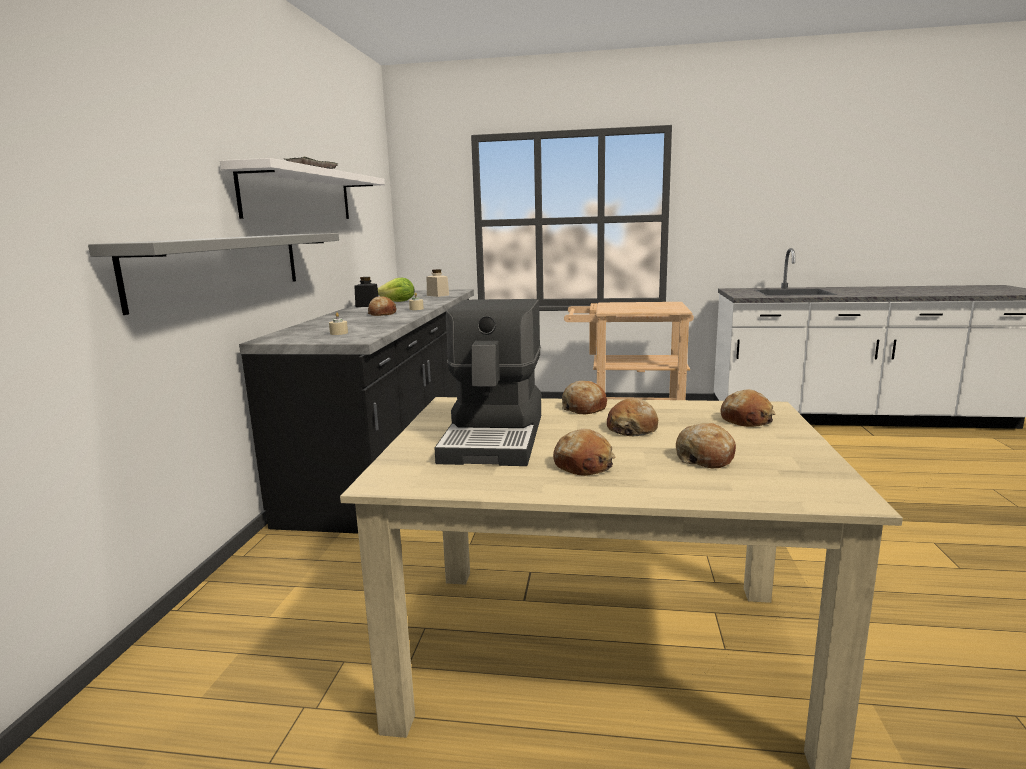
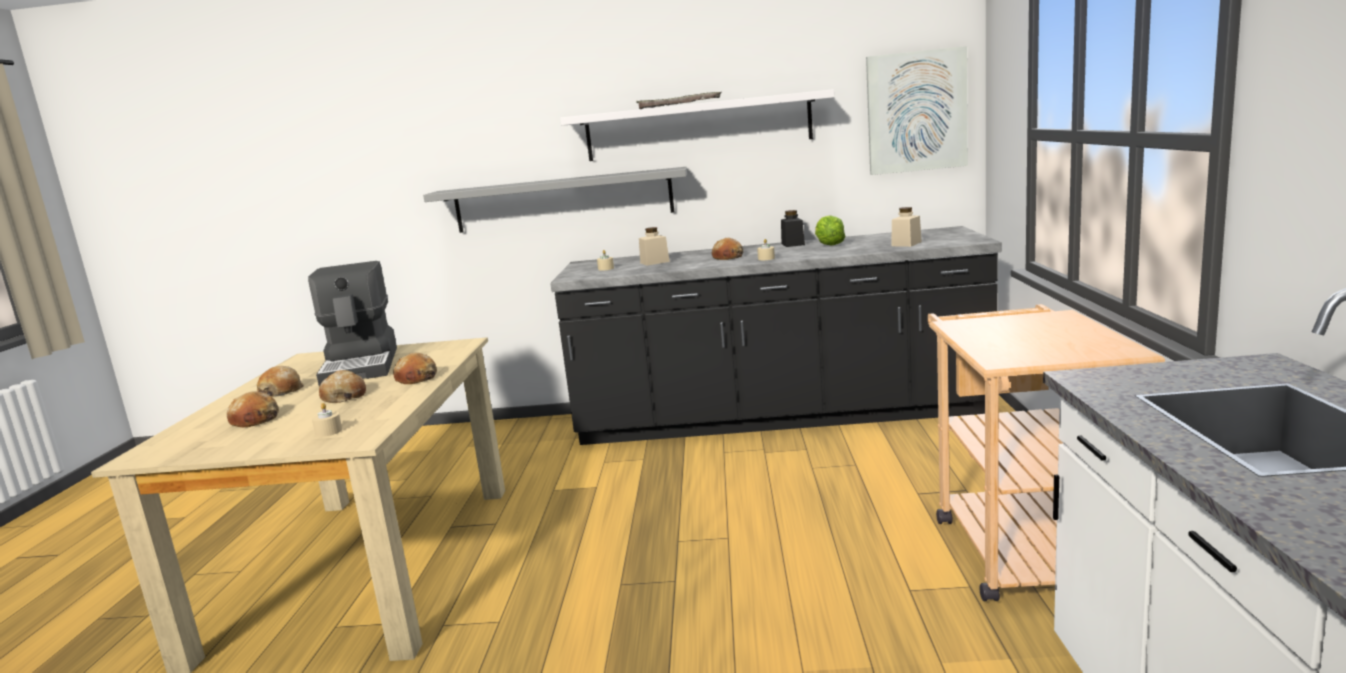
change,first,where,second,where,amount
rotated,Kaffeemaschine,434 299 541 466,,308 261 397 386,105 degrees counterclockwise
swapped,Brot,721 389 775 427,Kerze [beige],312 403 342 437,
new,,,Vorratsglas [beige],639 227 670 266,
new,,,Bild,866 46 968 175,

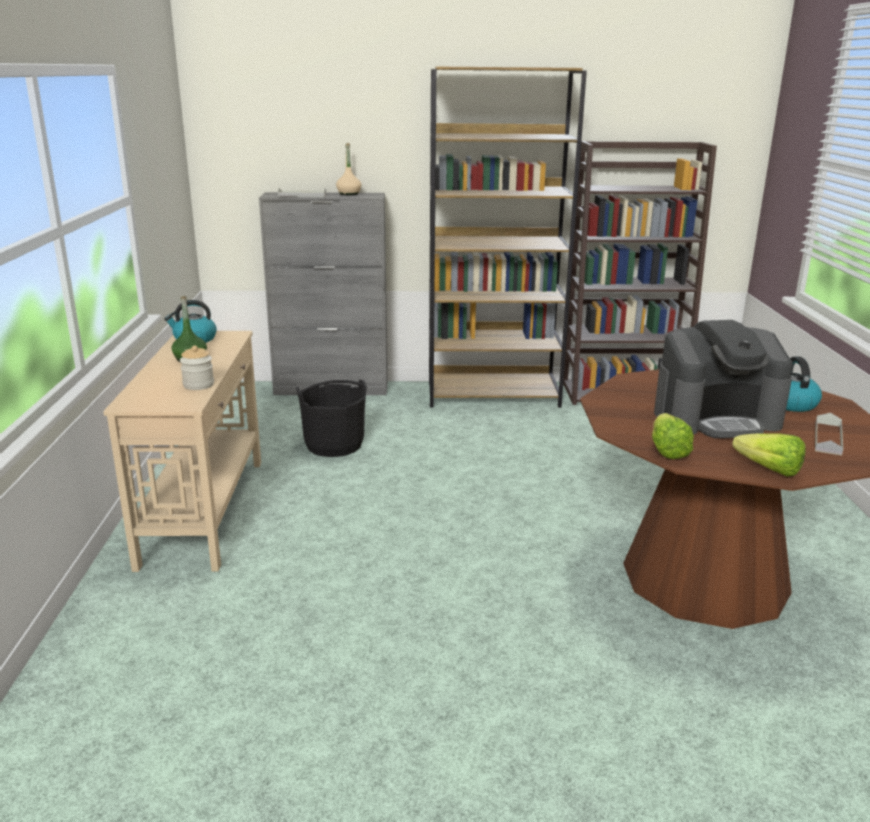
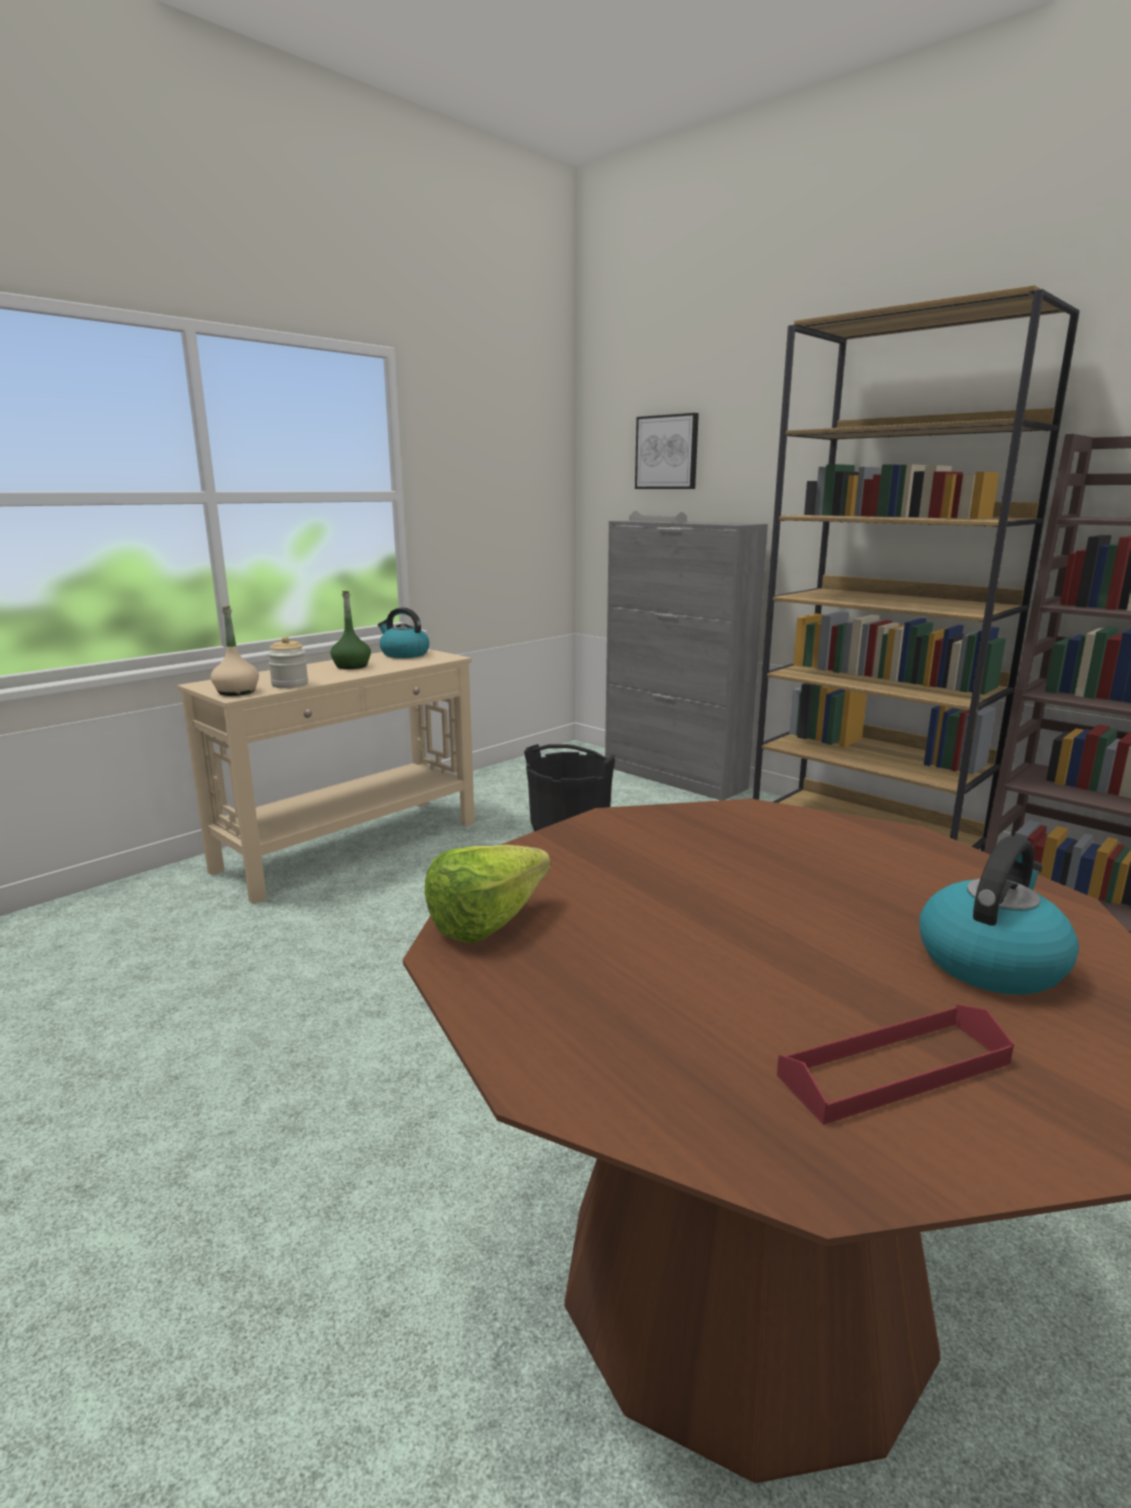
change,first,where,second,where,amount
shifted,Flasche [beige],336 143 362 195,,211 606 259 696,
gone,Kaffeemaschine,654 320 793 438,,,
gone,Salatkopf,732 433 805 477,,,
repainted,Tablett [grau],815 413 844 456,Tablett [rot],777 1004 1014 1125,
new,,,Bild,635 413 699 489,

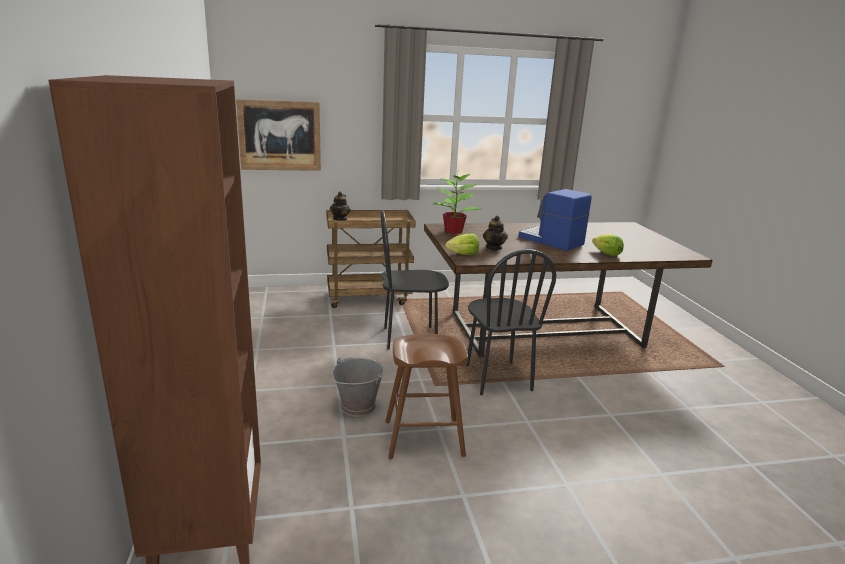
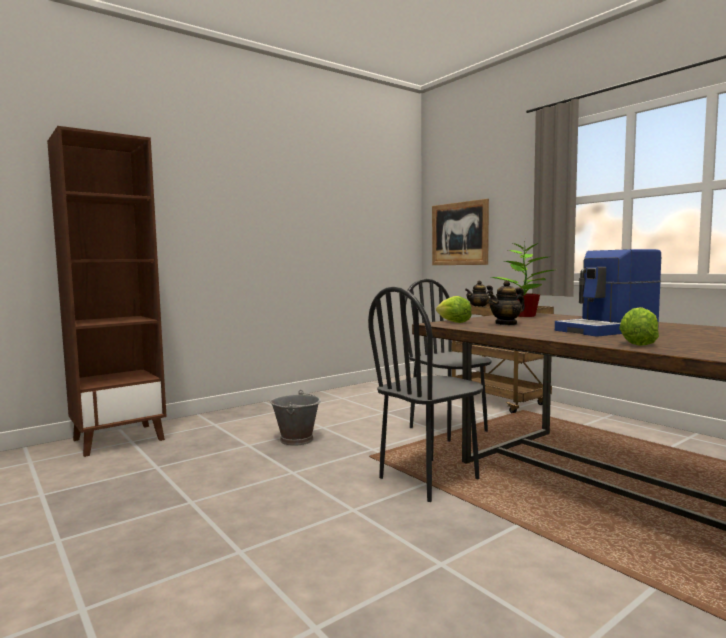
change,first,where,second,where,amount
gone,Hocker [braun],385 334 468 459,,,
rotated,Kaffeemaschine,519 189 591 251,,555 249 661 337,135 degrees counterclockwise

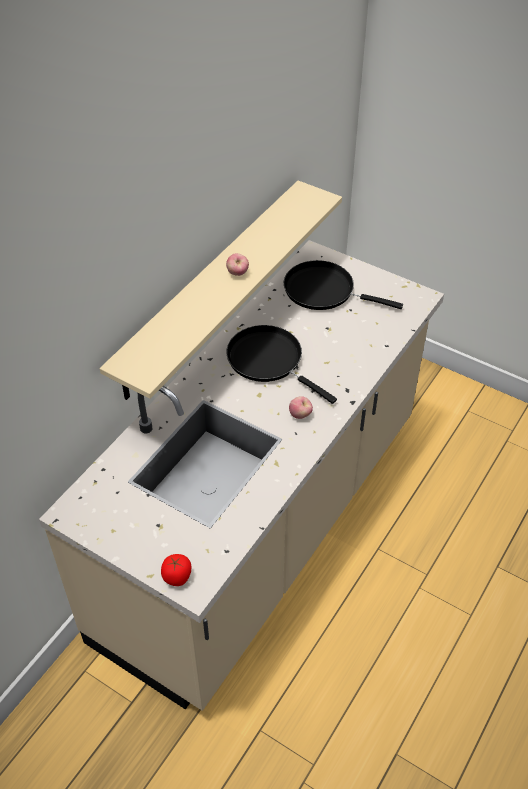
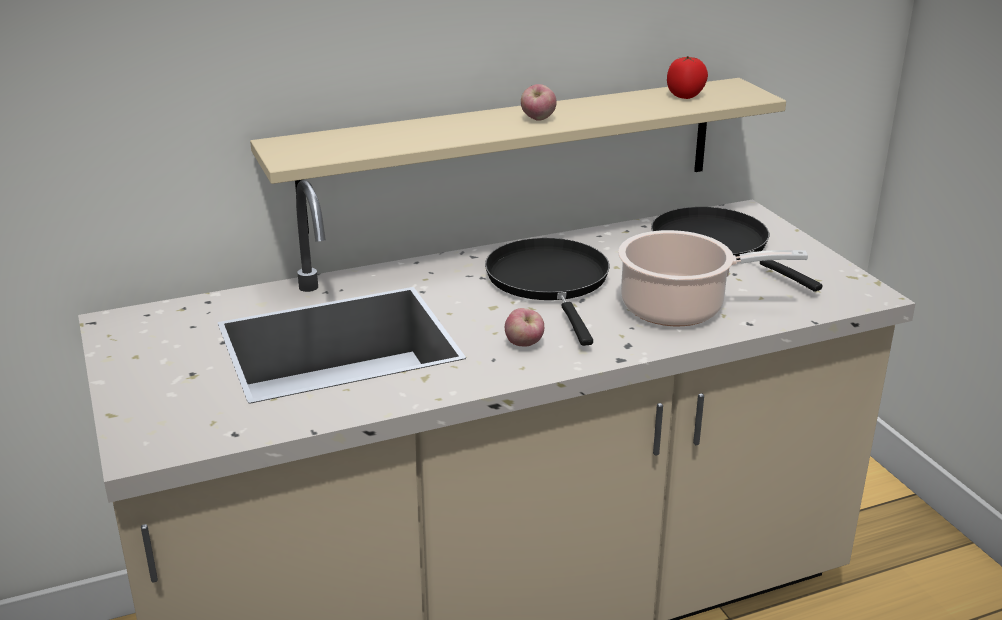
change,first,where,second,where,amount
shifted,Tomate,161 554 192 586,,667 56 708 99,
new,,,Kochtopf,618 230 808 326,

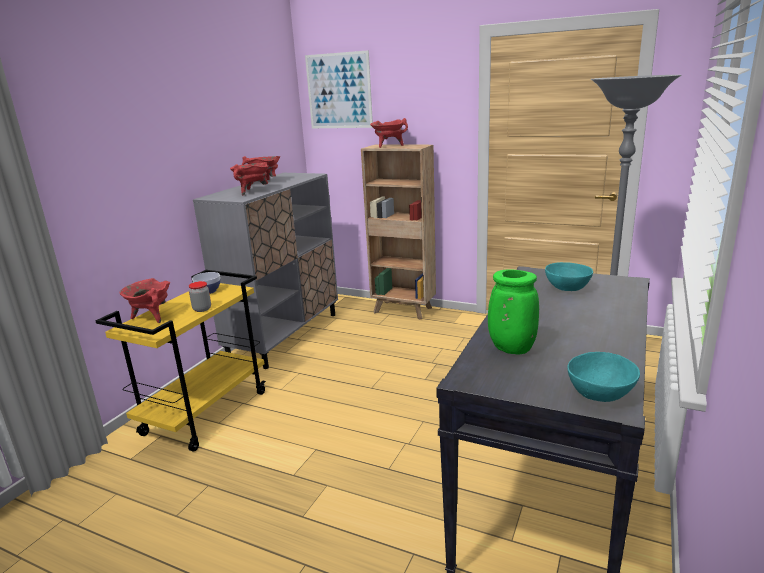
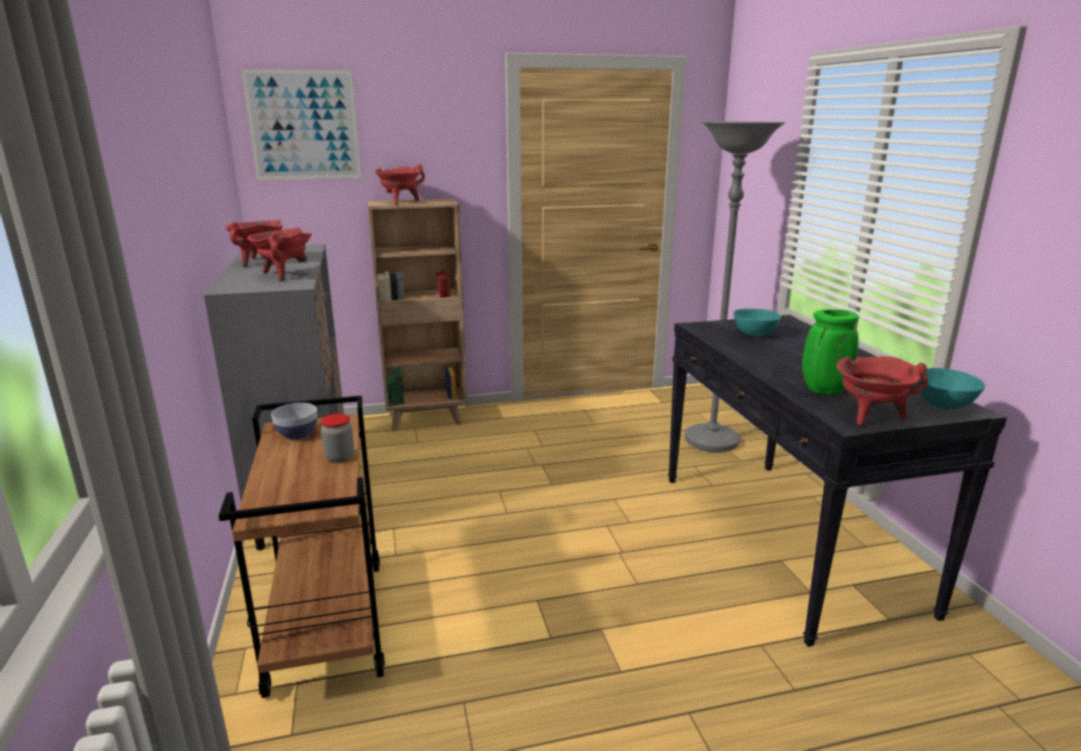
change,first,where,second,where,amount
repainted,Rollwagen [gelb],95 270 266 452,Rollwagen [braun],219 396 385 698,
shifted,Kochtopf [rot],120 278 170 323,,837 357 928 426,

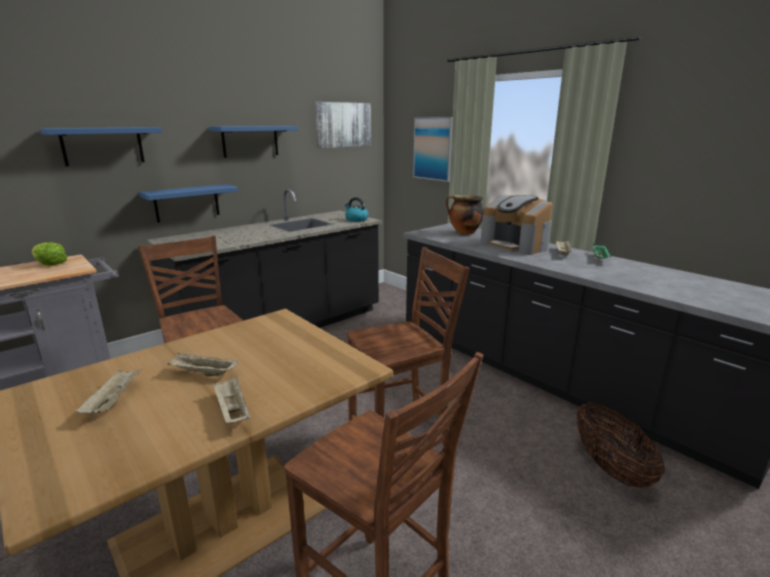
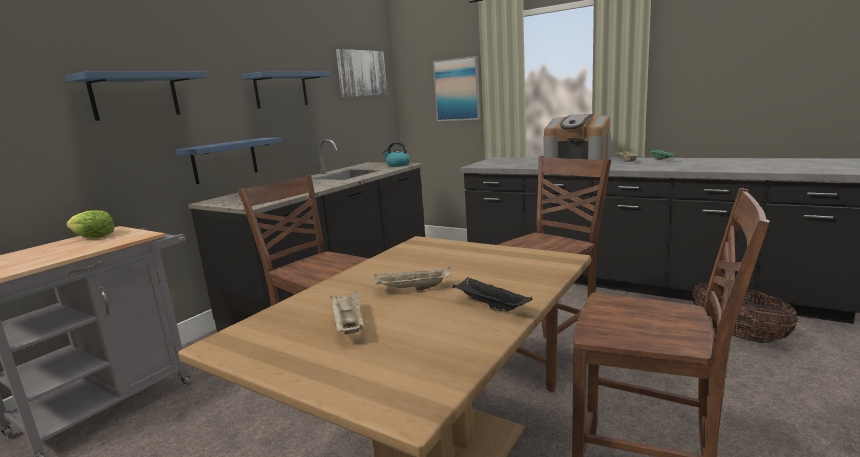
change,first,where,second,where,amount
repainted,Tablett [beige],213 376 250 423,Tablett [schwarz],453 277 532 312,
gone,Kochtopf,446 195 484 234,,,

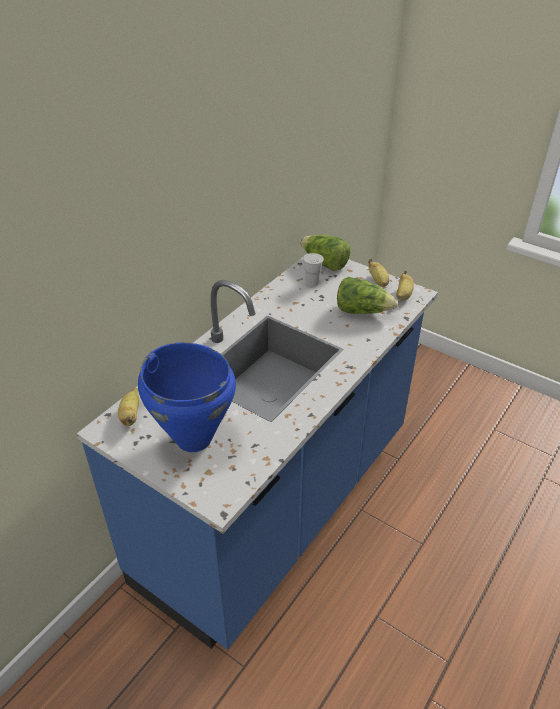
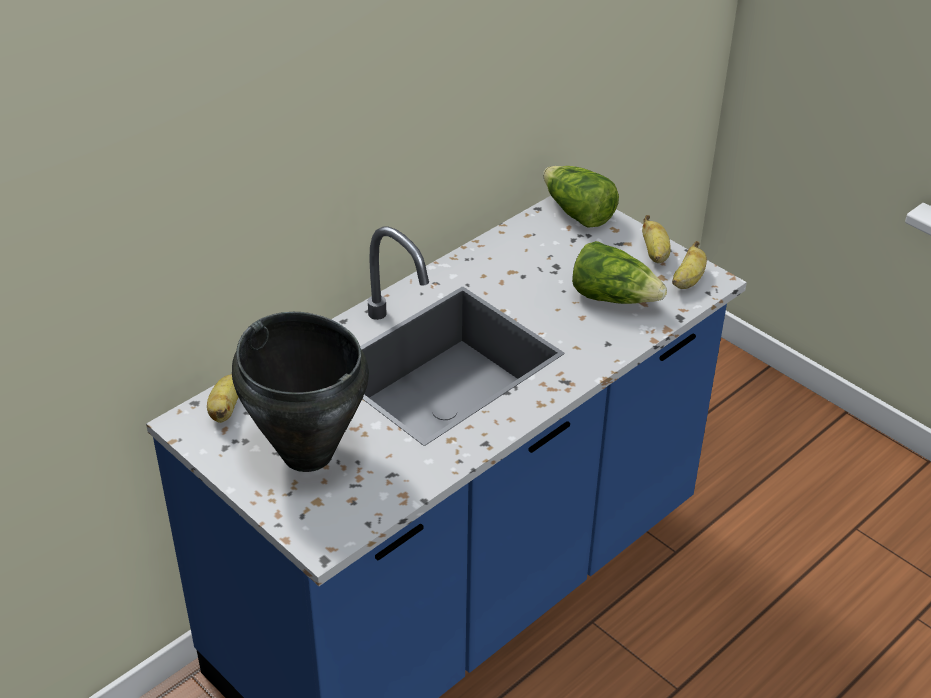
change,first,where,second,where,amount
repainted,Kochtopf [blau],138 342 236 452,Kochtopf [schwarz],232 312 369 472,
gone,Tasse [weiß],303 253 324 287,,,

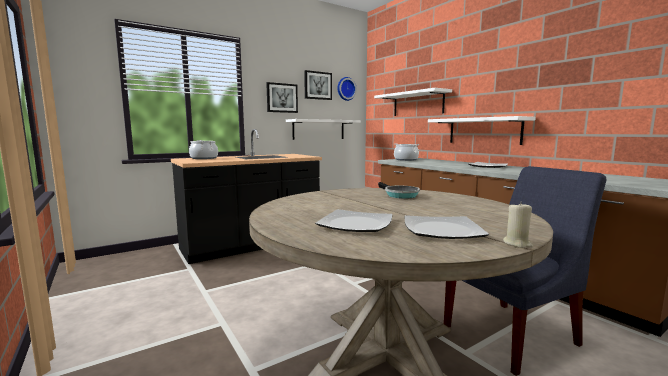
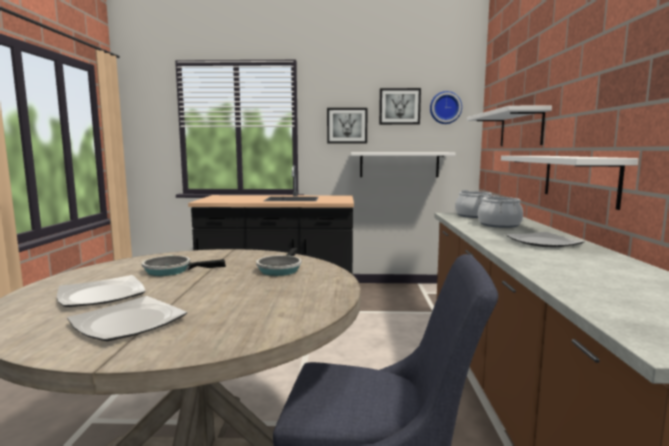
change,first,where,second,where,amount
shifted,Kochtopf,189 140 218 159,,478 195 523 228,
gone,Kerze [beige],503 202 533 248,,,
new,,,Pfanne,142 255 226 276,

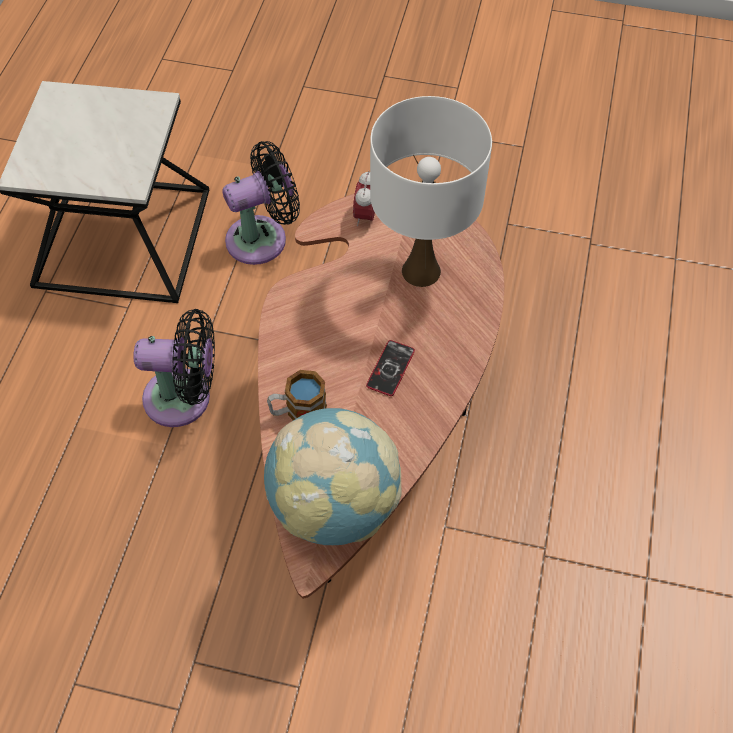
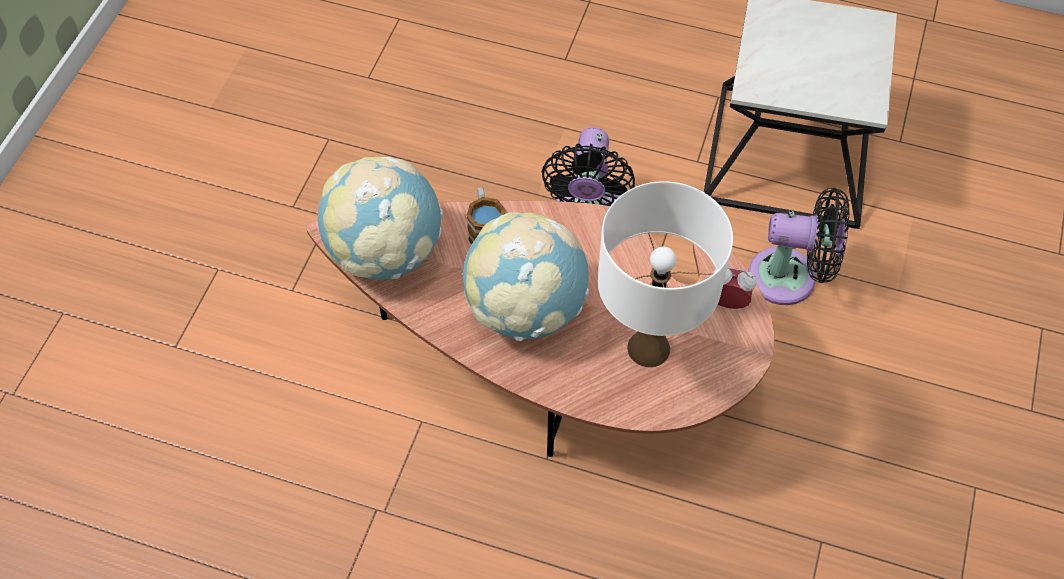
change,first,where,second,where,amount
rotated,Ventilator [schwarz],222 141 300 265,,748 188 849 305,60 degrees counterclockwise
swapped,Handy,366 340 415 396,Globus,463 212 589 341,

